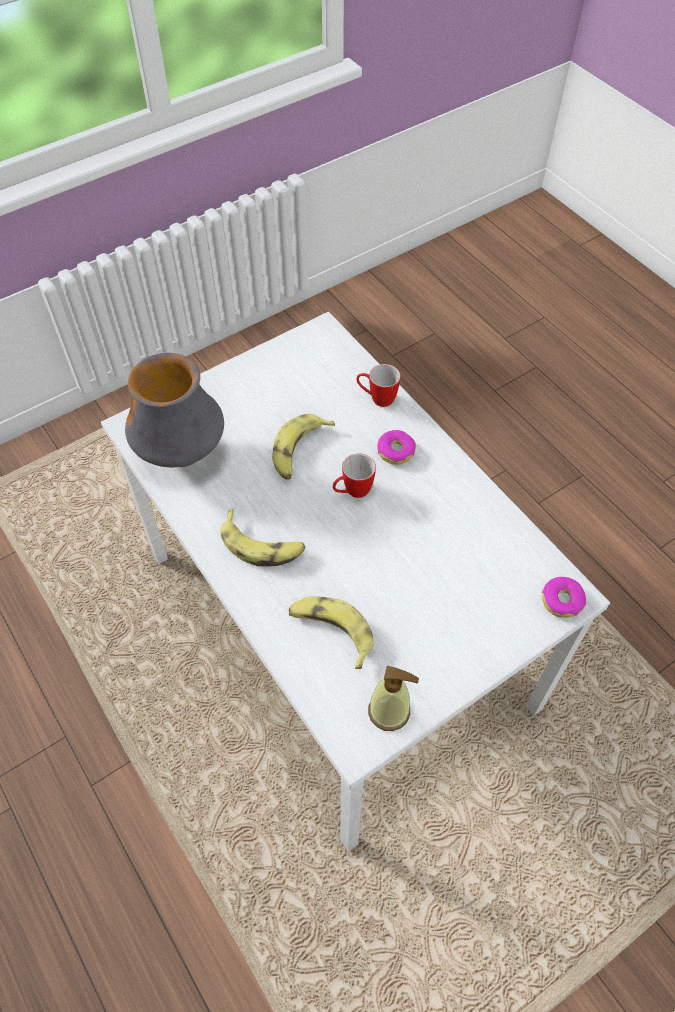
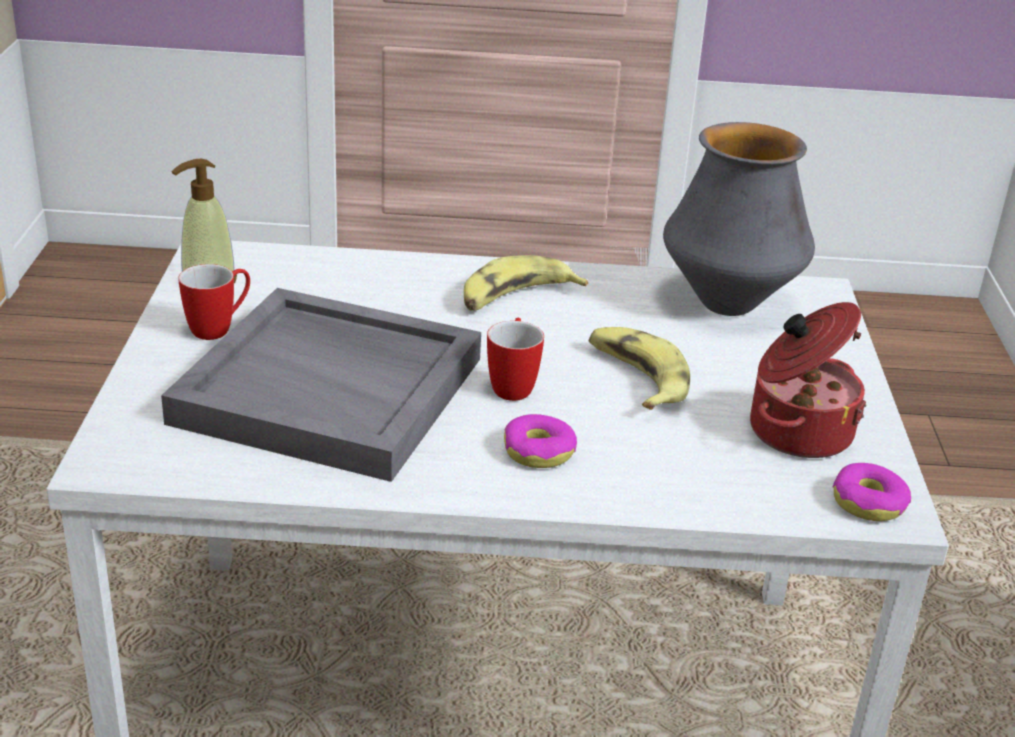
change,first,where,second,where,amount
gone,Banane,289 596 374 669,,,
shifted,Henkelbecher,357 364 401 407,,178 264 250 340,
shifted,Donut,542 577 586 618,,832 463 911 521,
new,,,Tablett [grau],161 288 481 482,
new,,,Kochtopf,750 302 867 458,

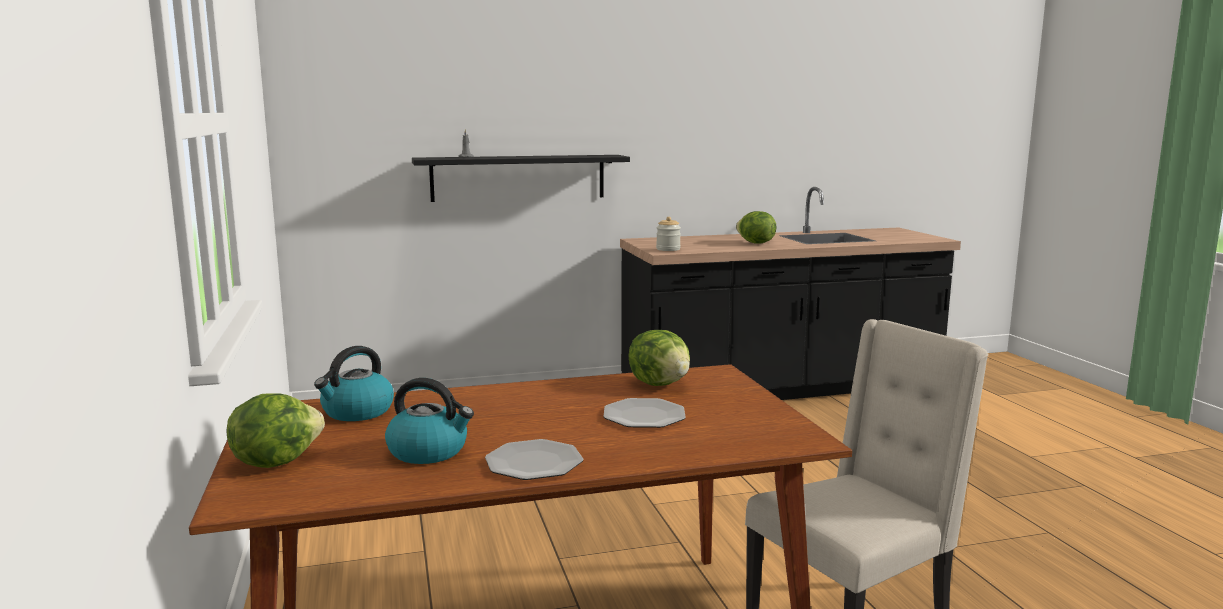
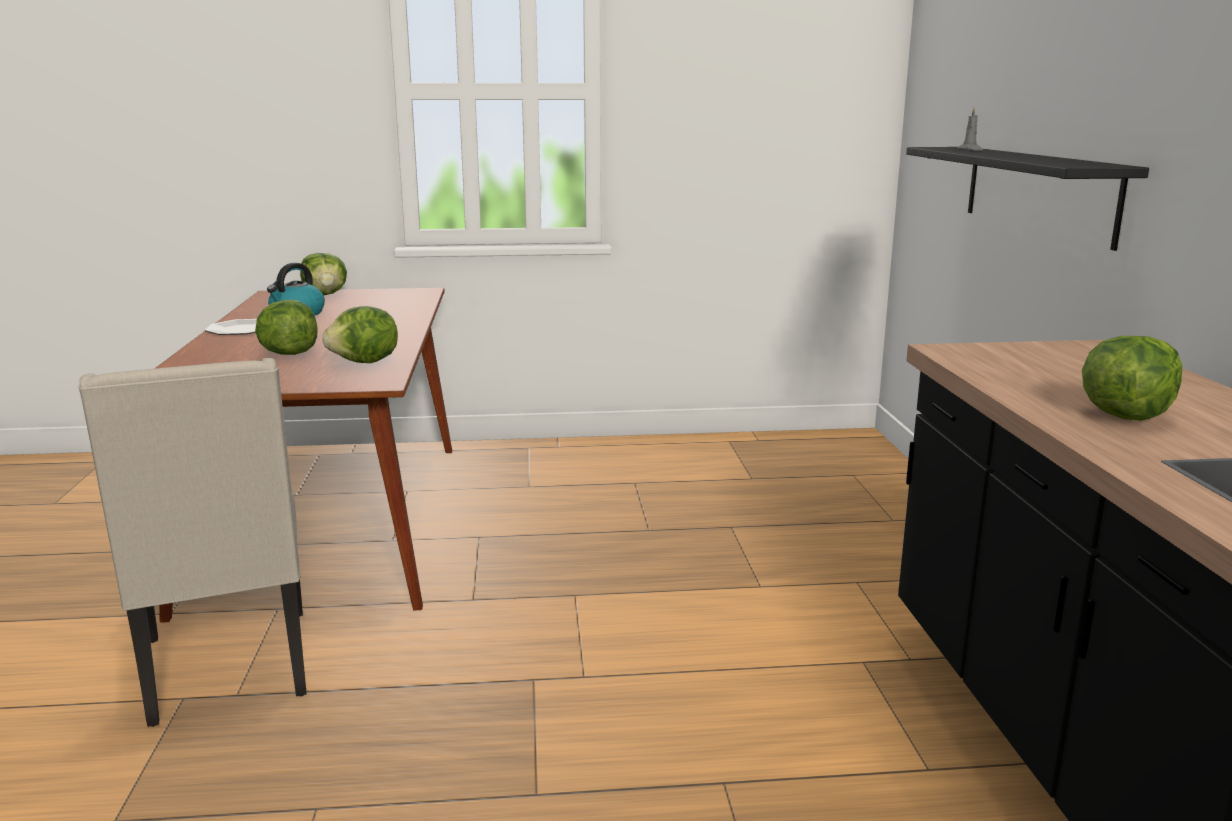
change,first,where,second,where,amount
gone,Wasserkessel,314 346 394 421,,,
swapped,Teller,603 398 686 428,Salatkopf,255 300 318 355,
gone,Vorratsglas,656 217 681 251,,,

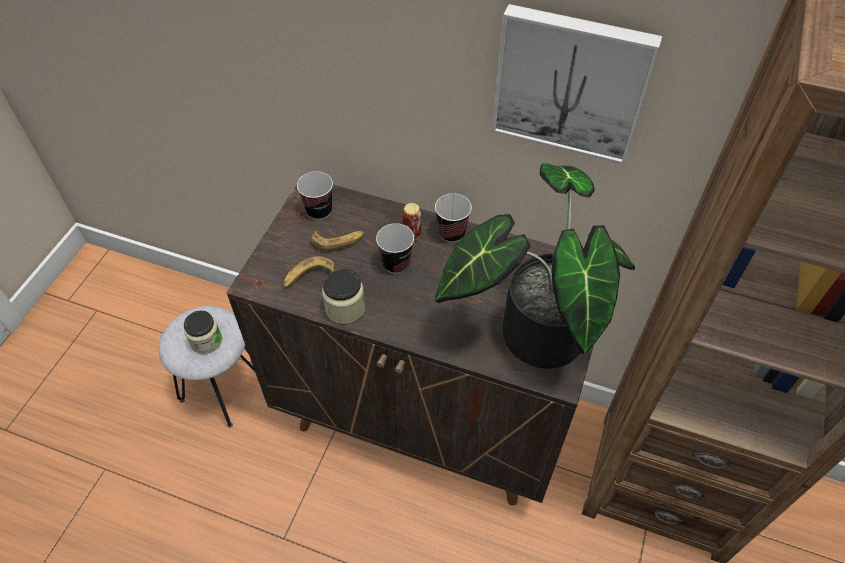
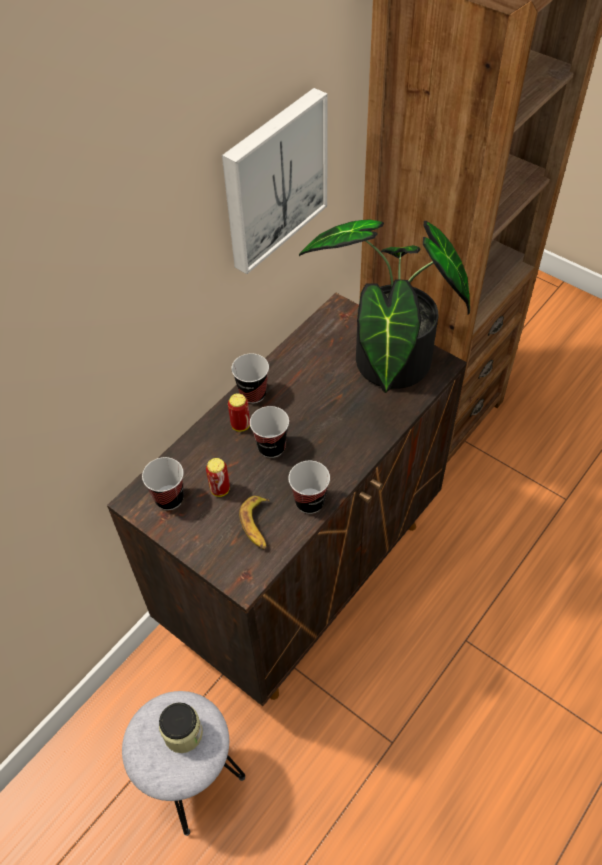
change,first,where,second,where,amount
swapped,Banane,311 229 365 251,Dose,206 458 230 497,
swapped,Vorratsglas,322 269 365 324,Tasse,289 461 330 514,

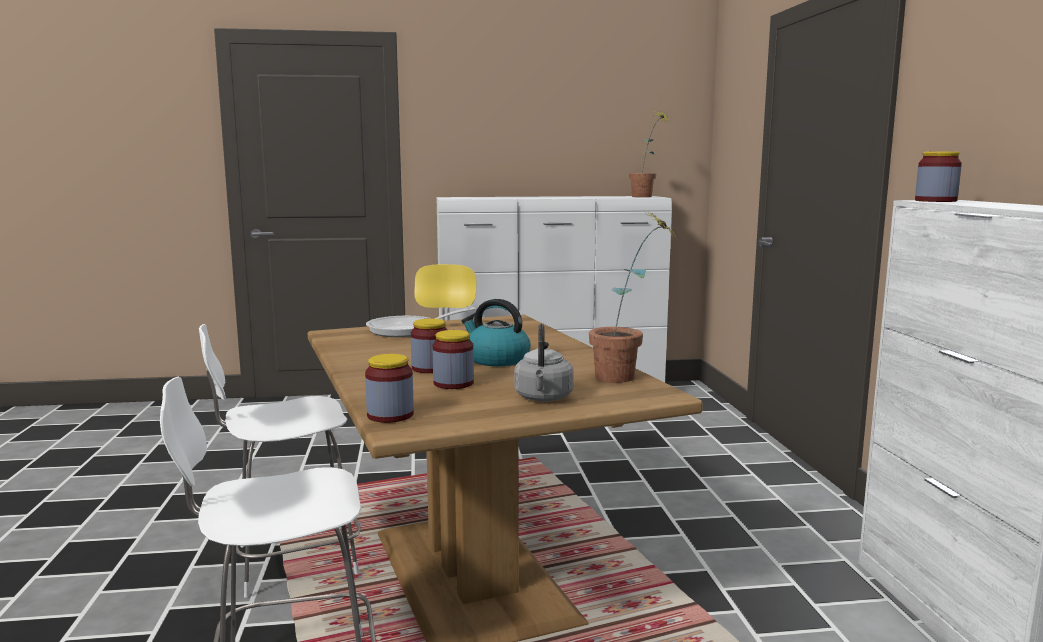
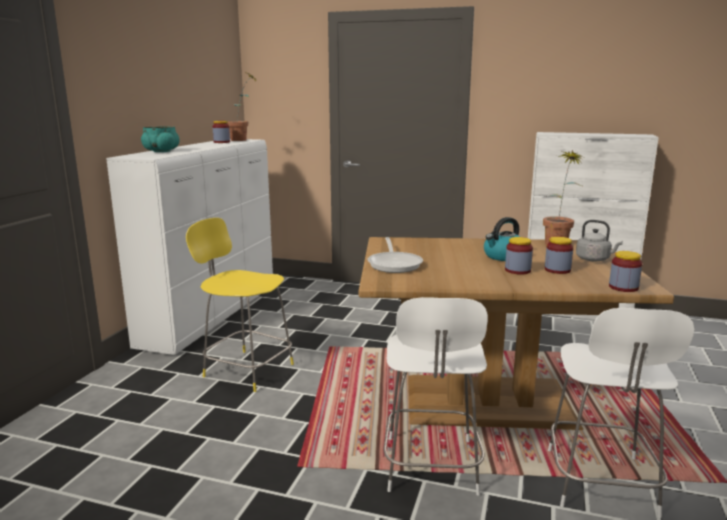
change,first,where,second,where,amount
shifted,Vorratsglas,915 151 962 202,,212 121 230 143,
new,,,Schüssel [türkis],141 126 180 152,

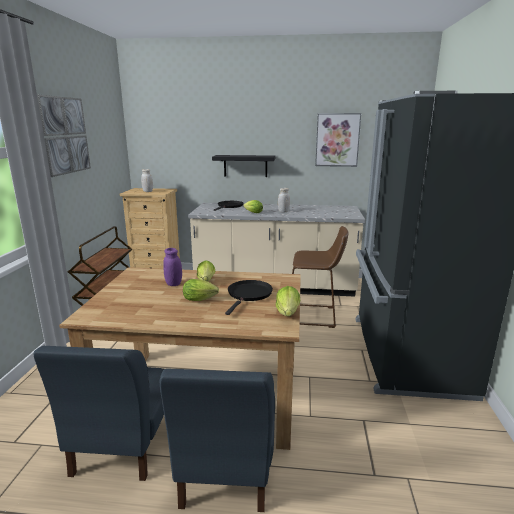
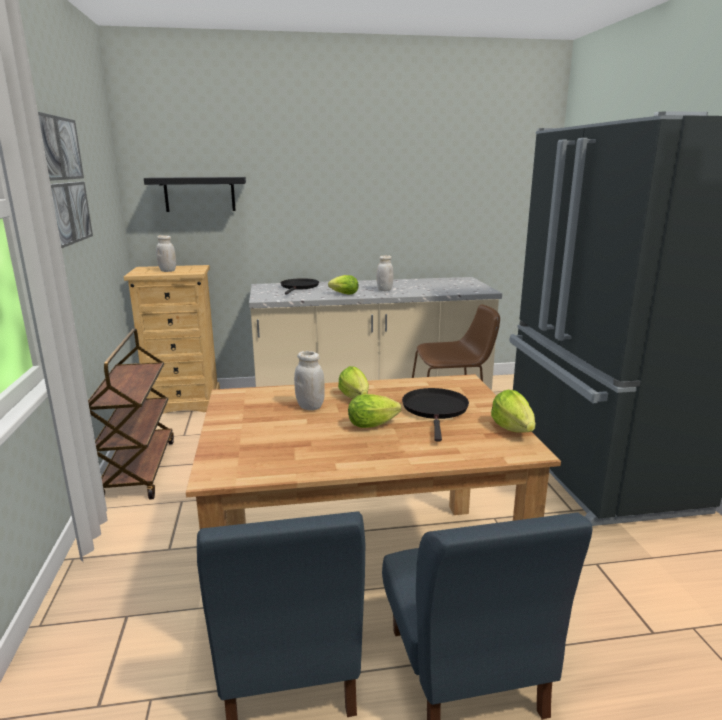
change,first,where,second,where,amount
repainted,Vorratsglas [lila],163 248 182 286,Vorratsglas [weiß],294 351 325 410,
shifted,Wandregal [schwarz],212 155 275 177,,144 177 246 212,
gone,Bild,315 113 361 167,,,

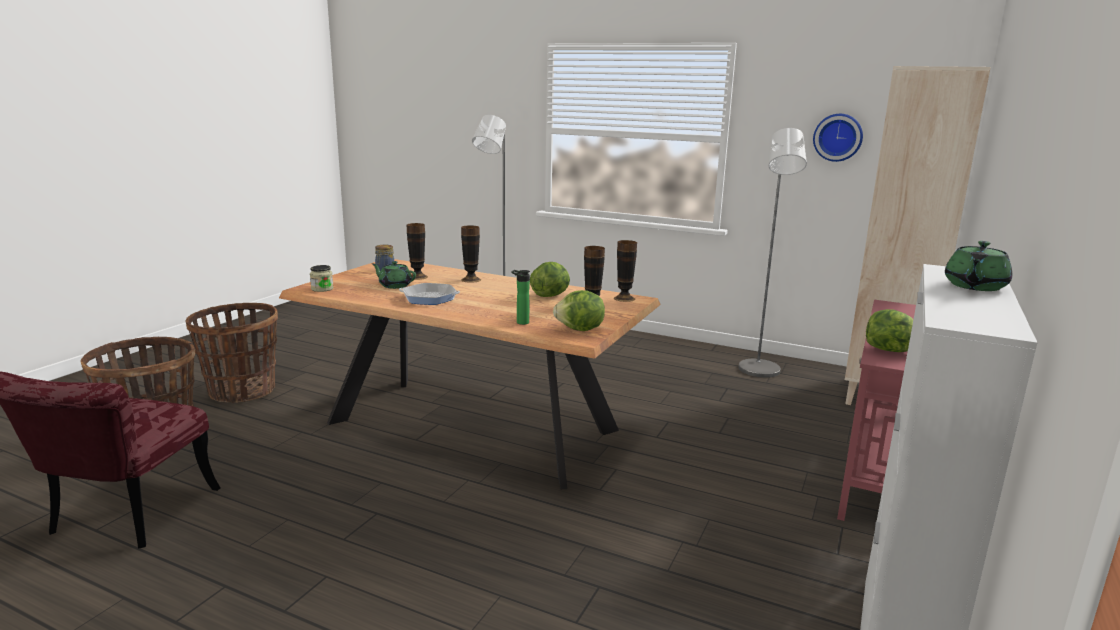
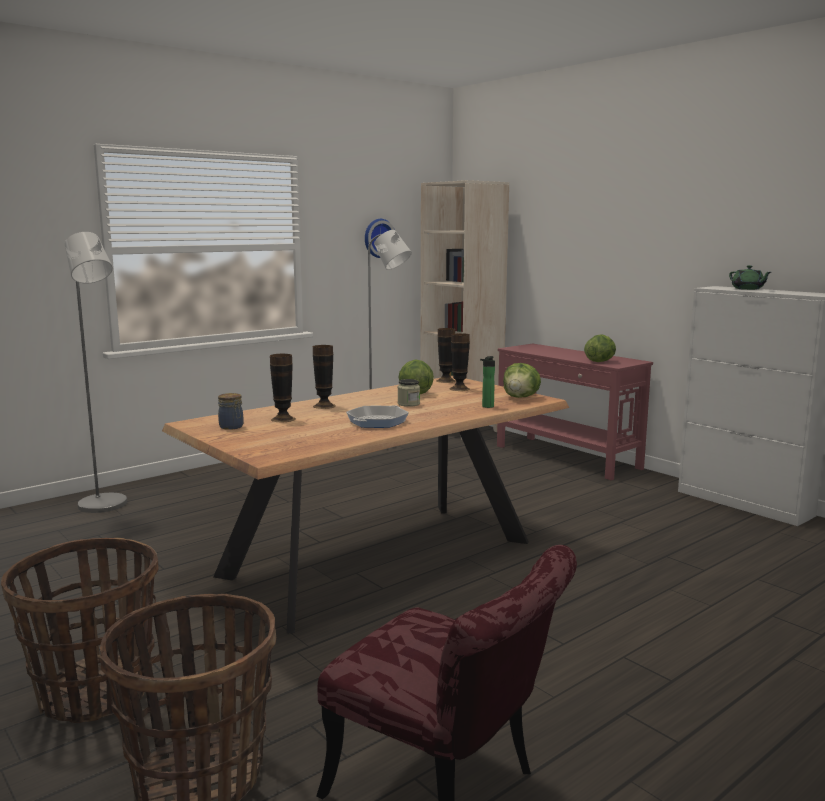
change,first,where,second,where,amount
shifted,Vorratsglas,310 265 333 292,,398 379 420 407,
gone,Teekanne [grün],372 261 416 289,,,

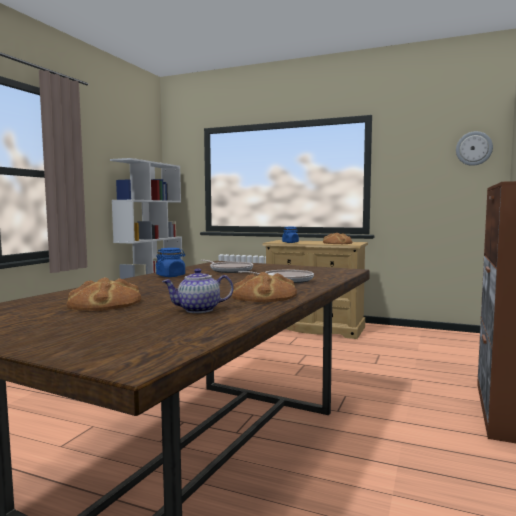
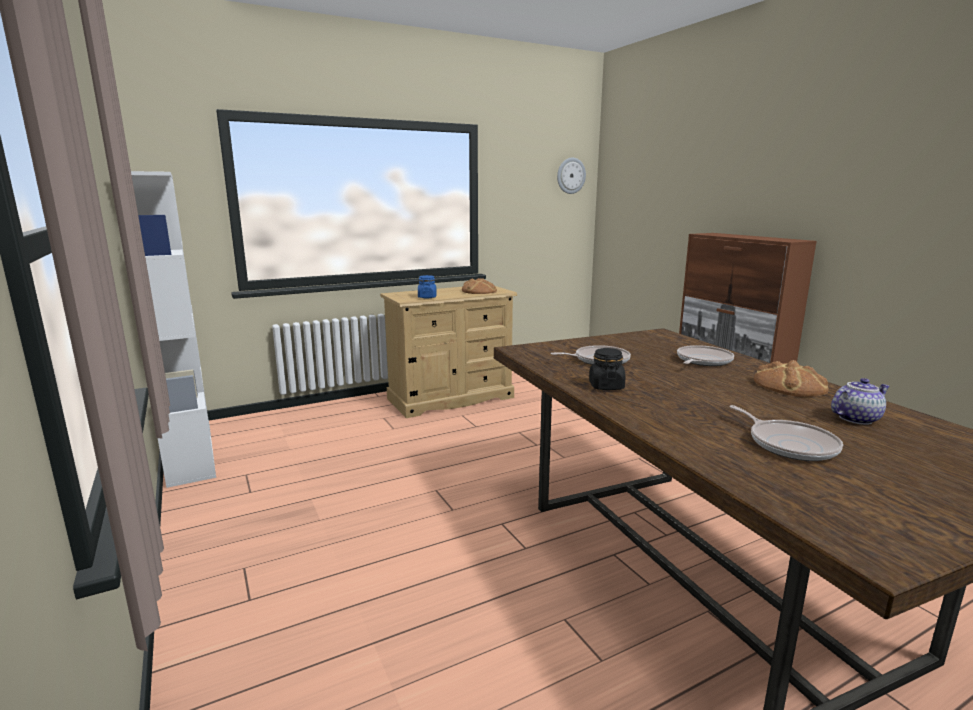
change,first,where,second,where,amount
swapped,Brot,66 277 141 311,Pfanne,729 405 843 461,
repainted,Vorratsglas [blau],156 248 185 277,Vorratsglas [schwarz],589 348 625 390,
rotated,Teekanne,162 269 233 313,,831 378 890 425,135 degrees counterclockwise

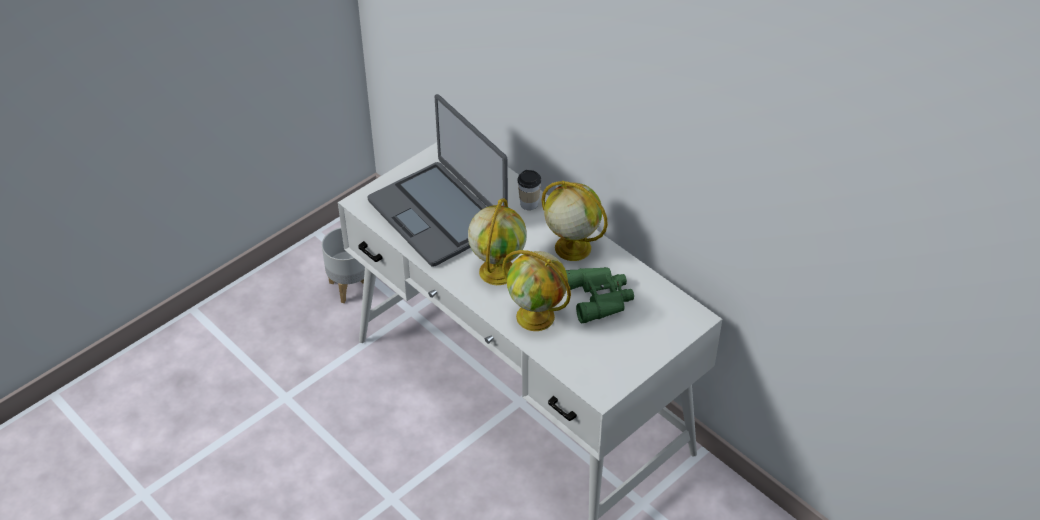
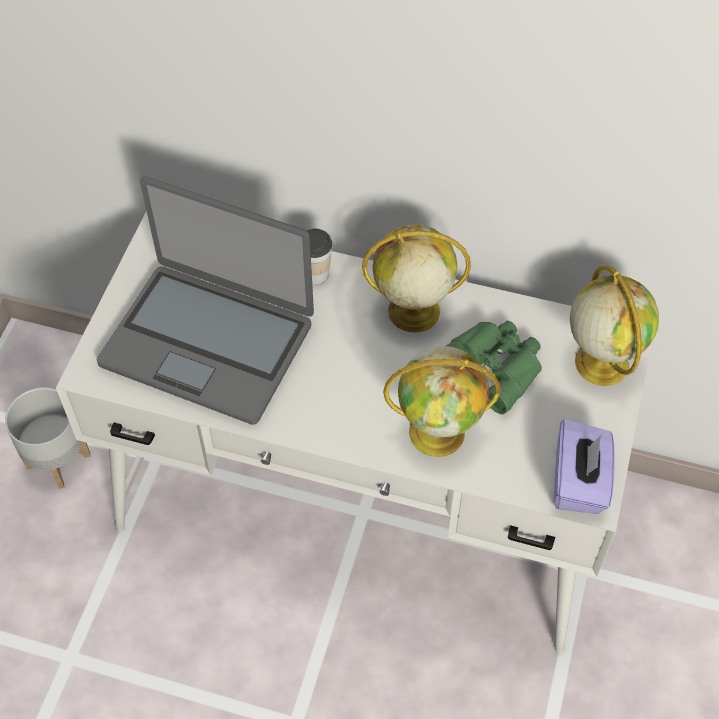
change,first,where,second,where,amount
shifted,Globus,468 198 527 285,,570 265 659 386,
new,,,Taschentuchbox [lila],554 419 615 514,

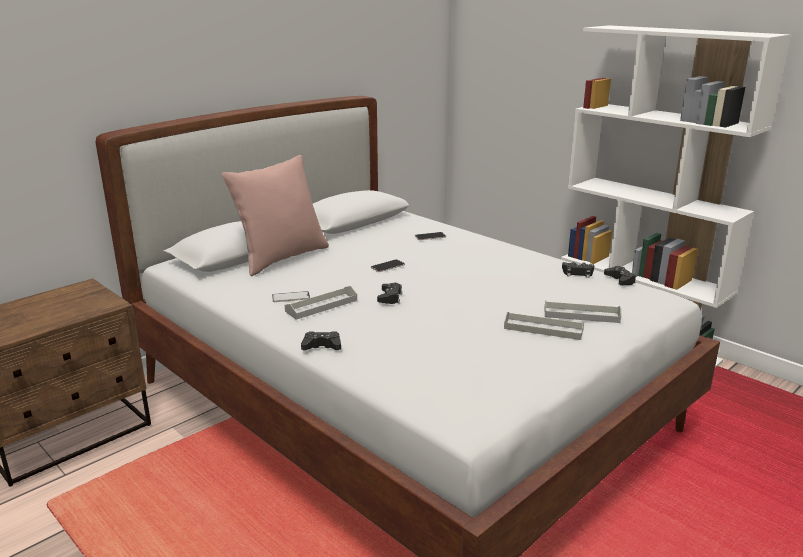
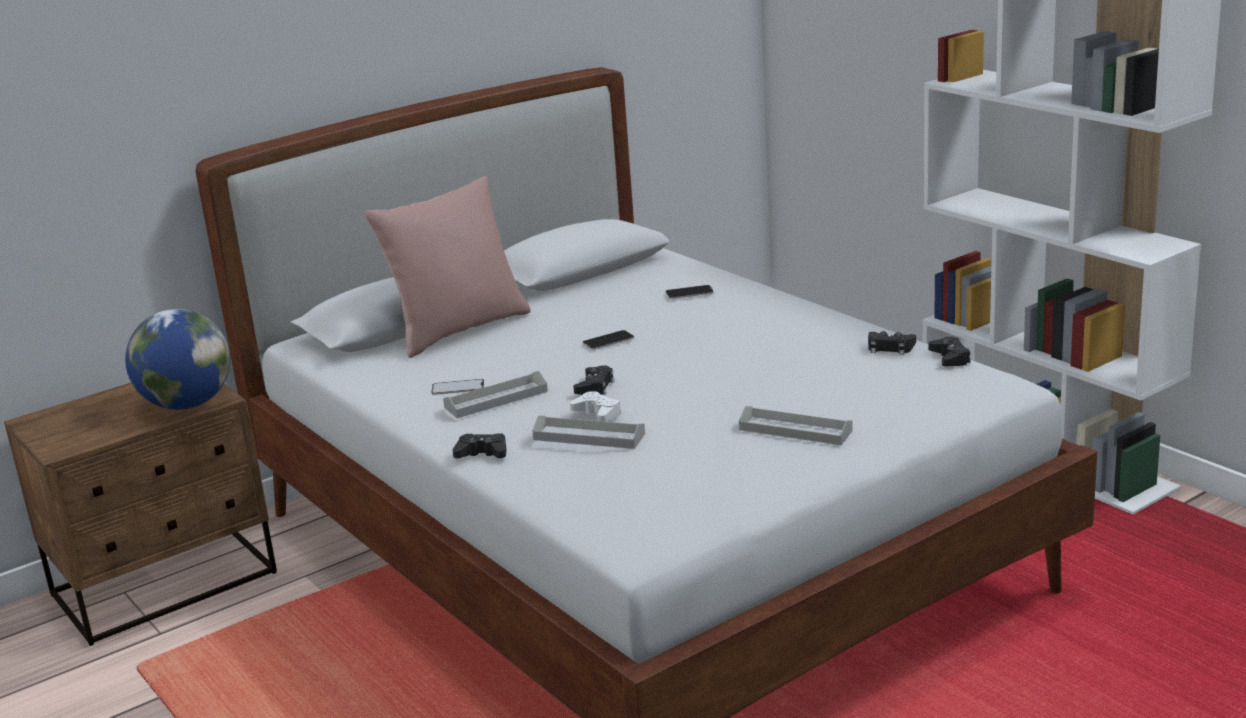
change,first,where,second,where,amount
shifted,Tablett [grau],545 301 621 323,,532 416 645 449,
new,,,Globus,125 309 231 410,
new,,,Gamepad [weiß],570 391 621 422,

